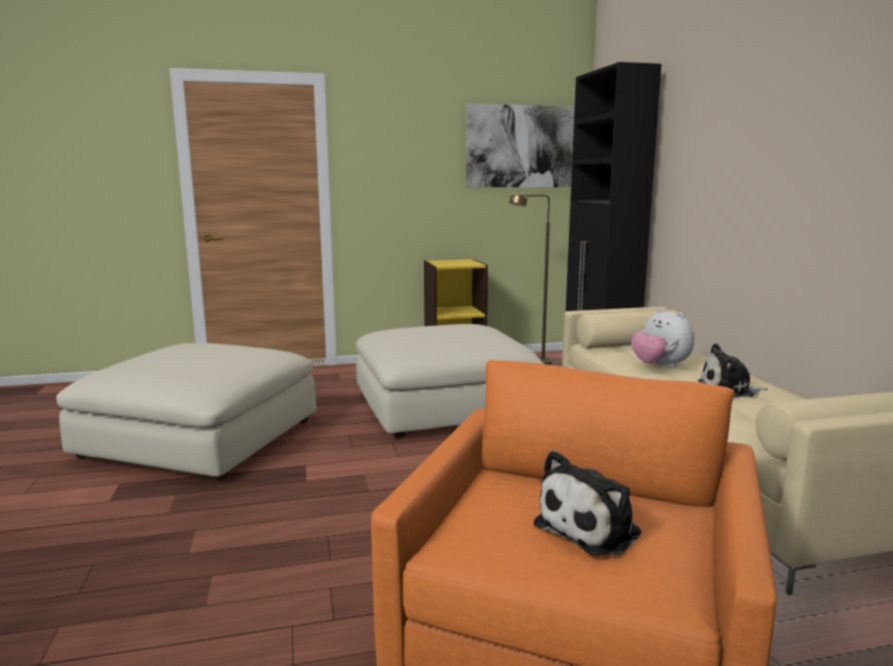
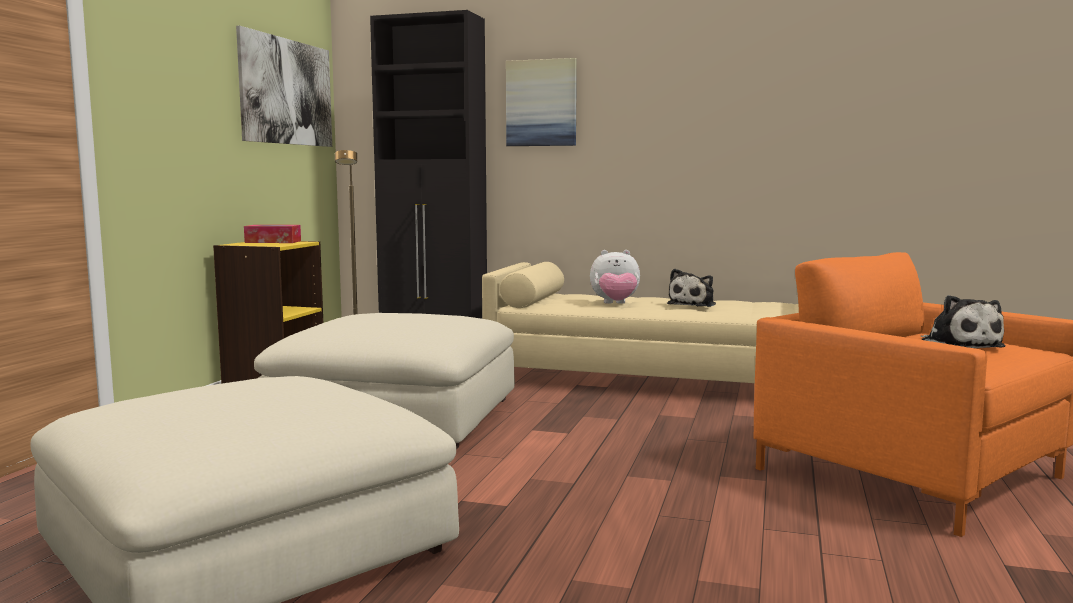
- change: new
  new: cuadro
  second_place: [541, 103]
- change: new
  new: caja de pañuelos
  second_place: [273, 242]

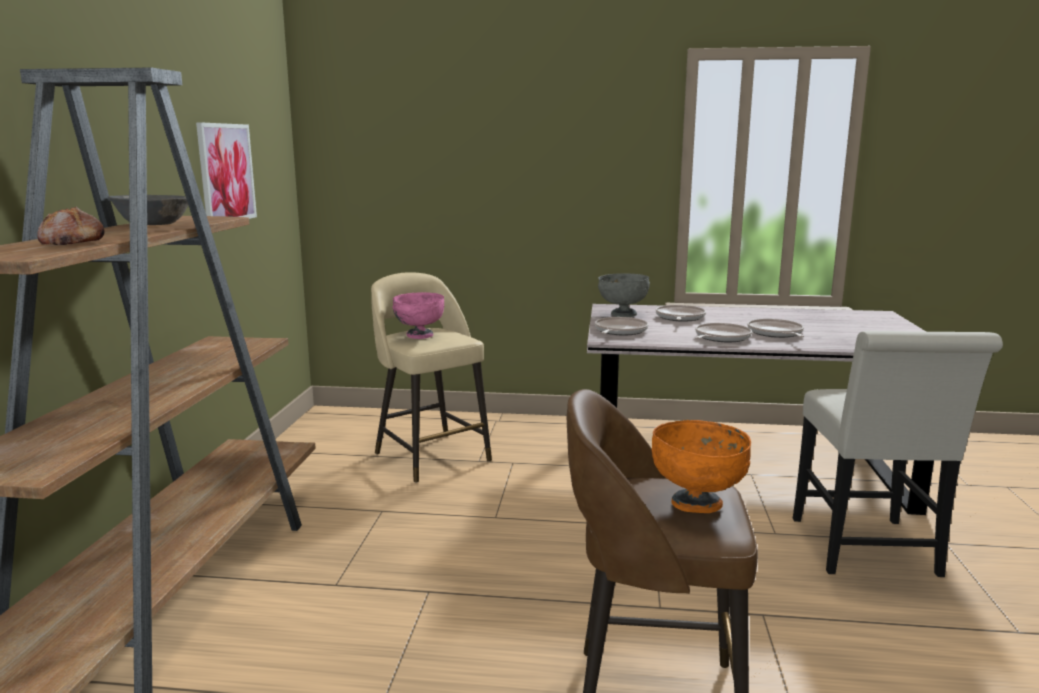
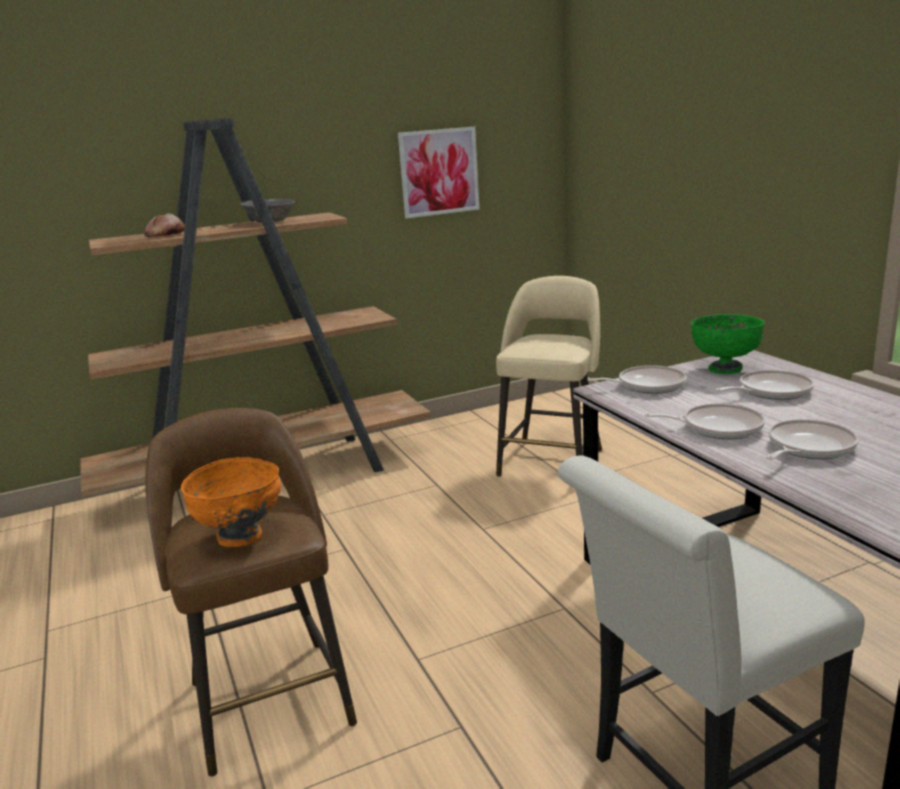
- change: repainted
  old: cuenco (gris)
  new: cuenco (verde)
  first_place: [622, 314]
  second_place: [725, 369]
- change: gone
  old: cuenco (rosa)
  first_place: [419, 335]

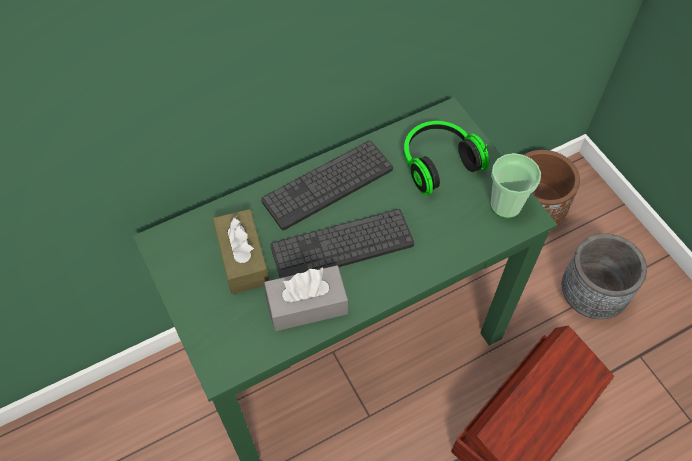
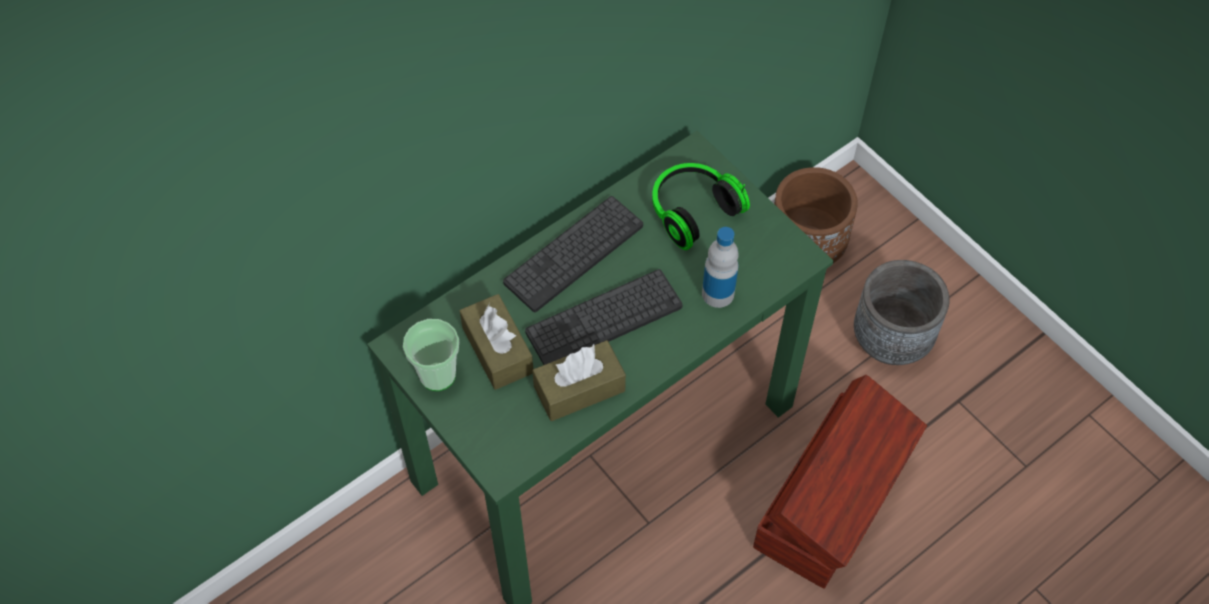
- change: shifted
  old: taza
  first_place: [505, 205]
  second_place: [437, 375]
- change: repainted
  old: caja de pañuelos (gris)
  new: caja de pañuelos (marrón)
  first_place: [307, 305]
  second_place: [579, 389]
- change: new
  new: botella
  second_place: [718, 293]

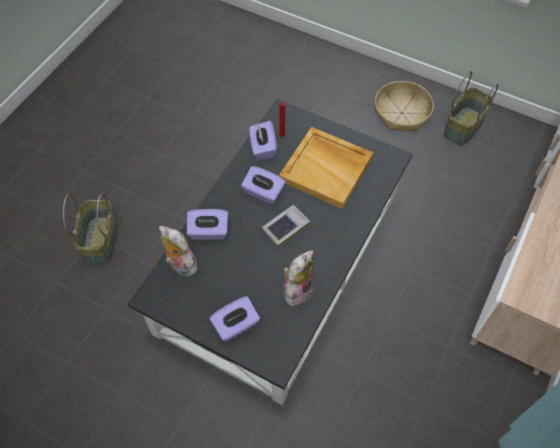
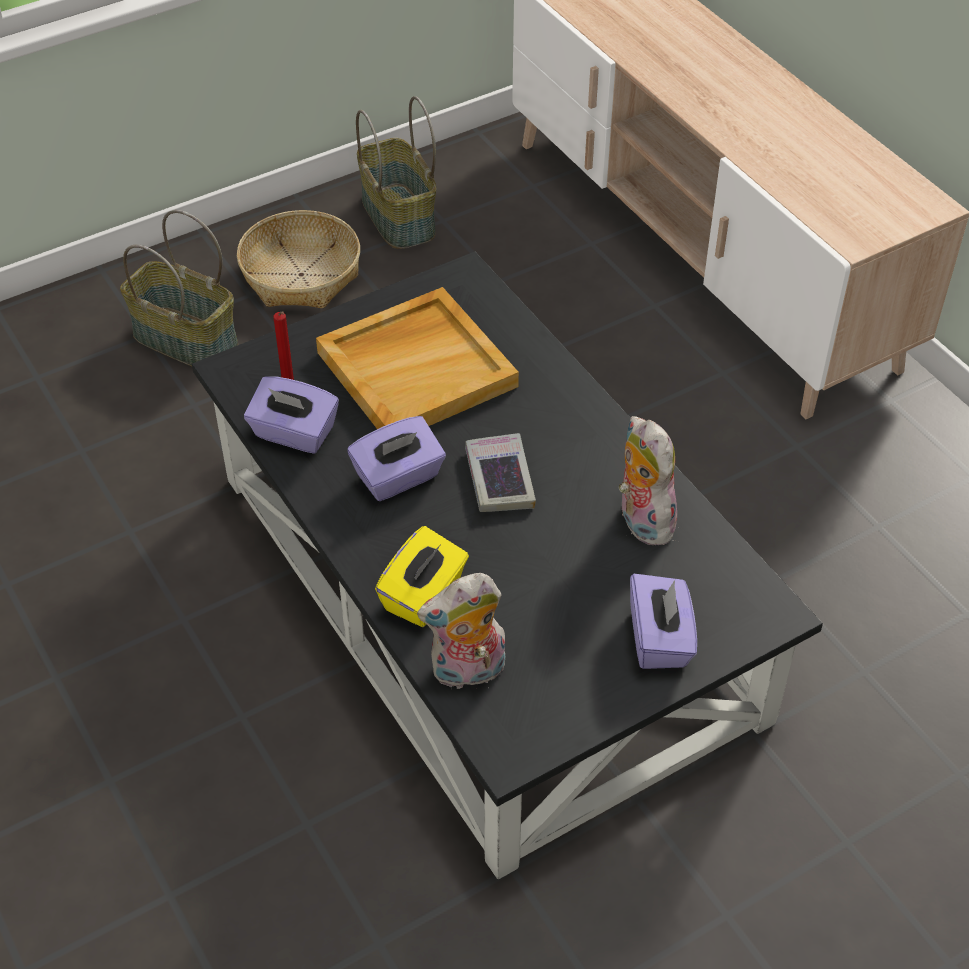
- change: shifted
  old: cesta
  first_place: [99, 240]
  second_place: [184, 340]
- change: repainted
  old: caja de pañuelos (morado)
  new: caja de pañuelos (amarillo)
  first_place: [208, 232]
  second_place: [424, 596]

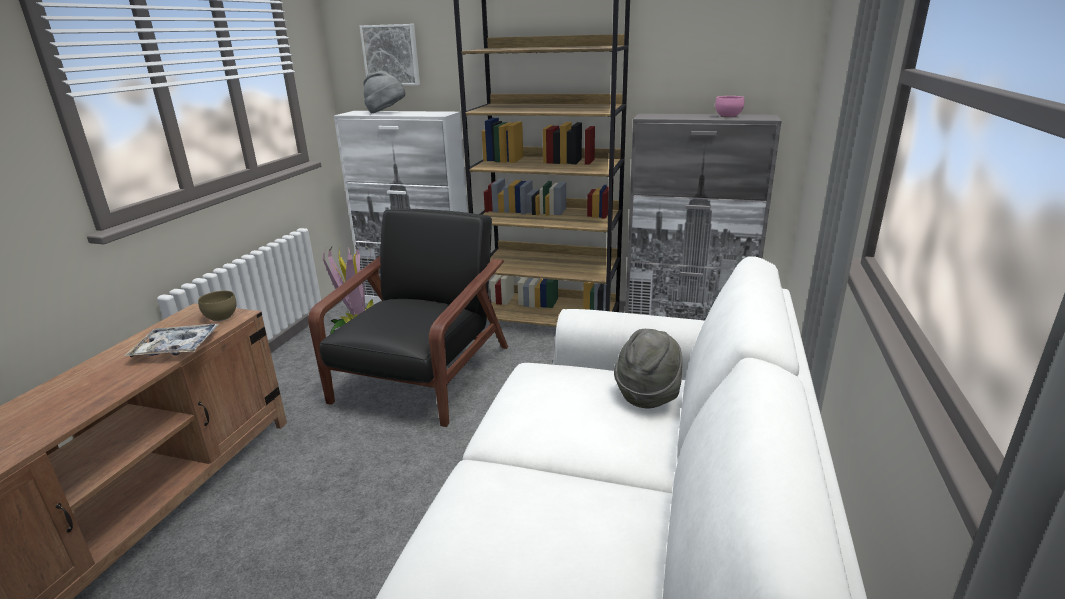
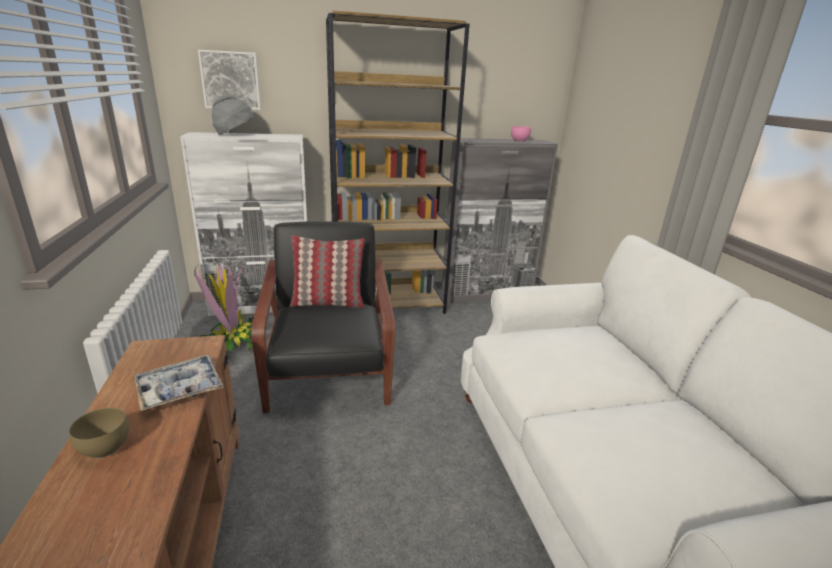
- change: shifted
  old: cuenco (marrón)
  first_place: [220, 318]
  second_place: [105, 449]
- change: gone
  old: sombrero (gris)
  first_place: [648, 393]
- change: new
  new: cojín
  second_place: [328, 303]

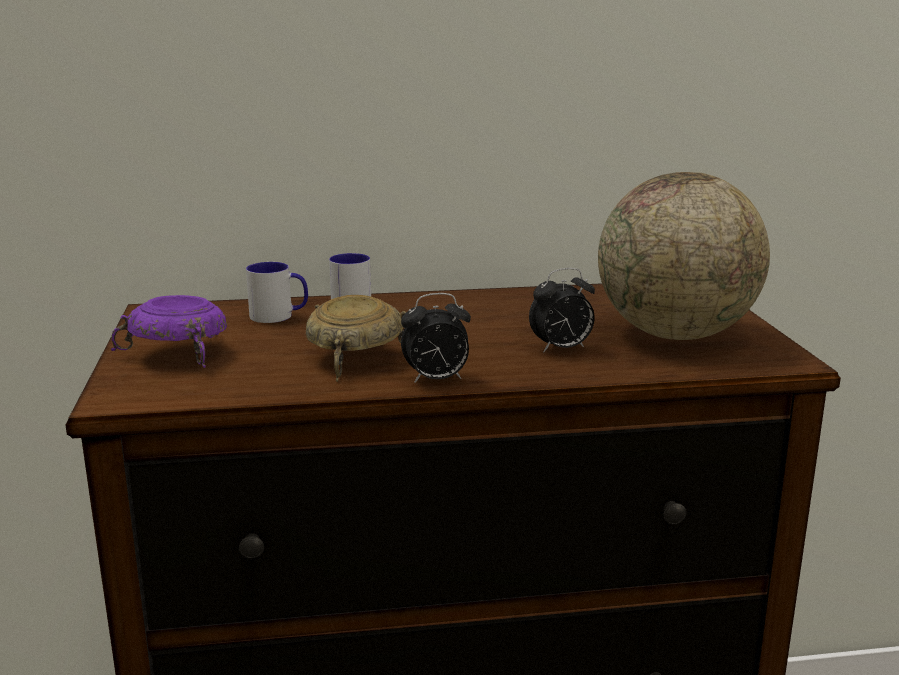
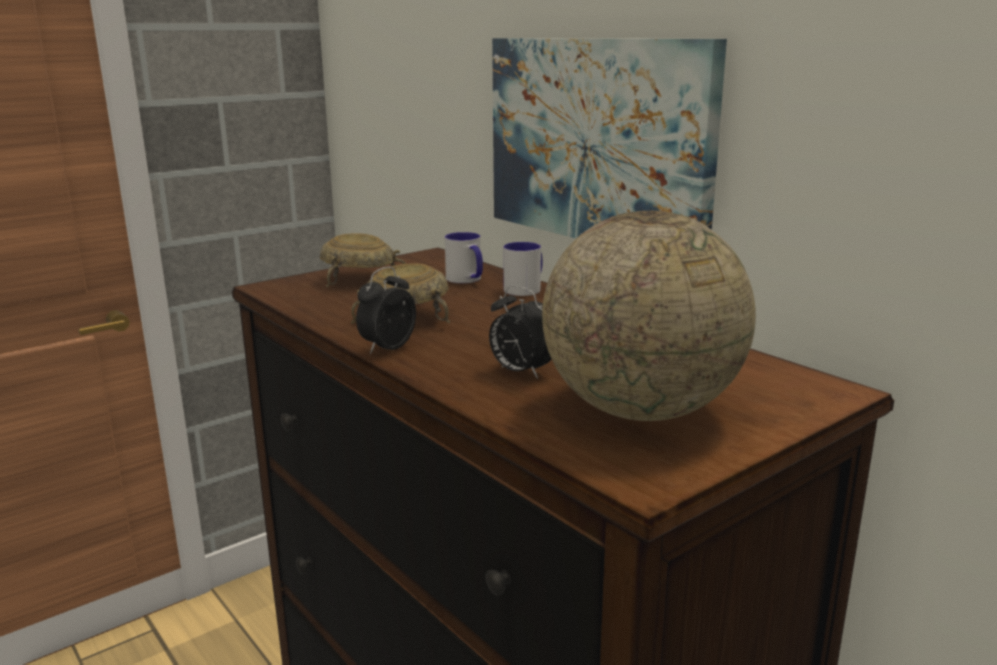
- change: rotated
  old: despertador
  first_place: [436, 380]
  second_place: [387, 348]
  degrees: 75
- change: repainted
  old: cuenco (morado)
  new: cuenco (beis)
  first_place: [180, 355]
  second_place: [356, 279]
- change: new
  new: cuadro
  second_place: [597, 142]

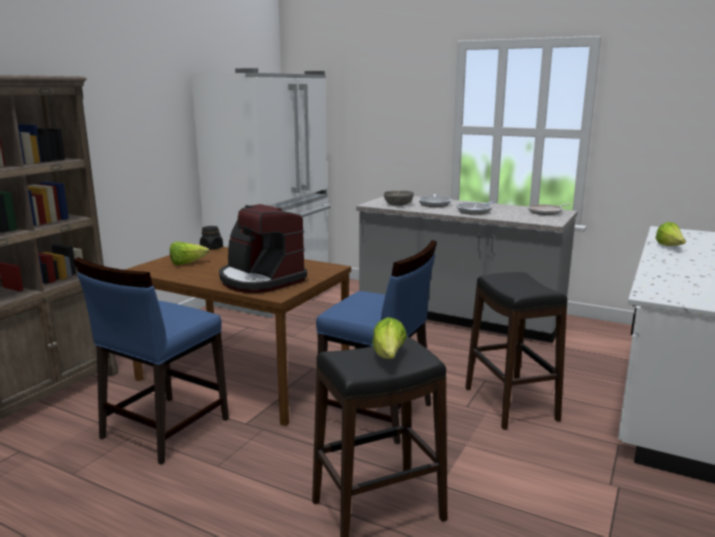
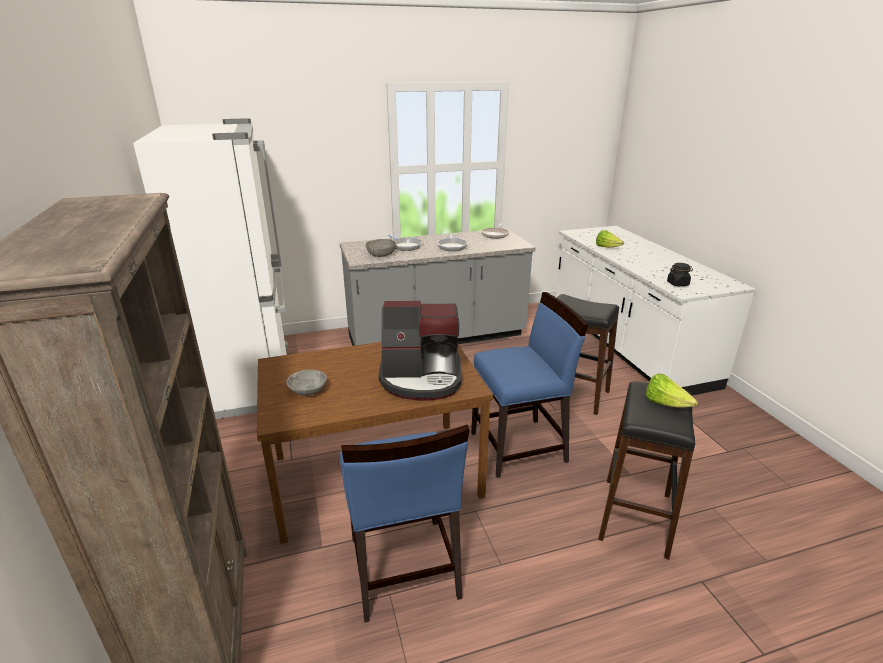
- change: shifted
  old: tarro (negro)
  first_place: [212, 248]
  second_place: [678, 284]
- change: swapped
  old: lechuga
  new: cuenco (gris)
  first_place: [187, 263]
  second_place: [307, 391]

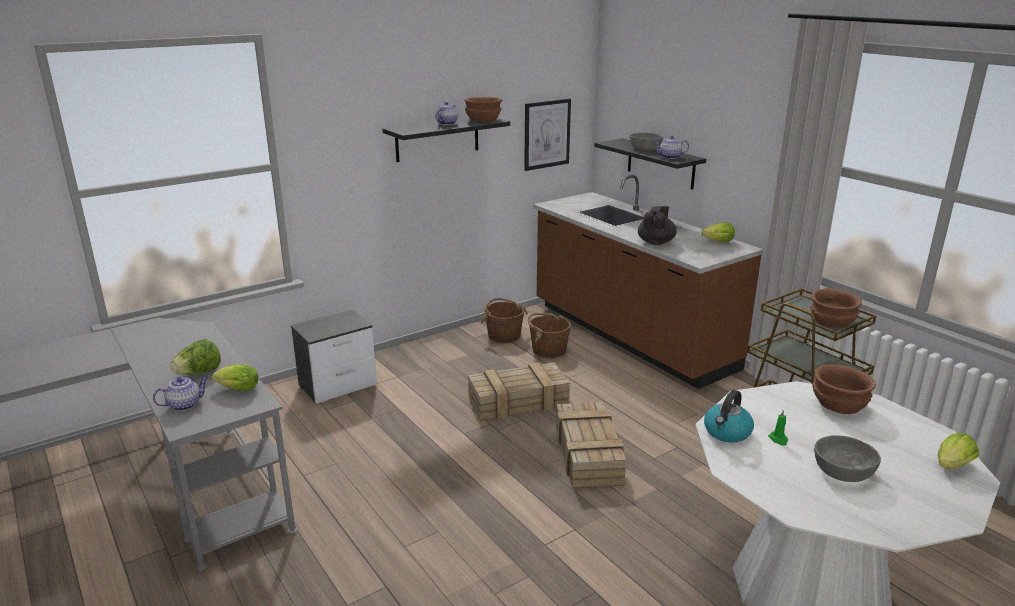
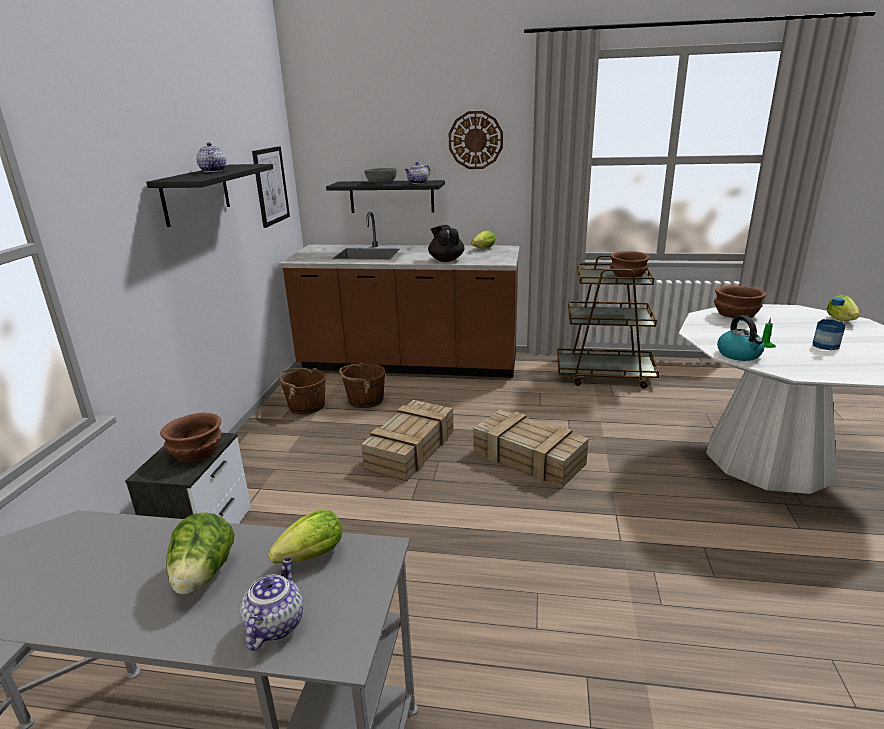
- change: shifted
  old: cuenco (marrón)
  first_place: [482, 120]
  second_place: [196, 453]
- change: swapped
  old: cuenco (gris)
  new: botella
  first_place: [842, 471]
  second_place: [825, 345]
- change: new
  new: reloj de pared
  second_place: [475, 140]

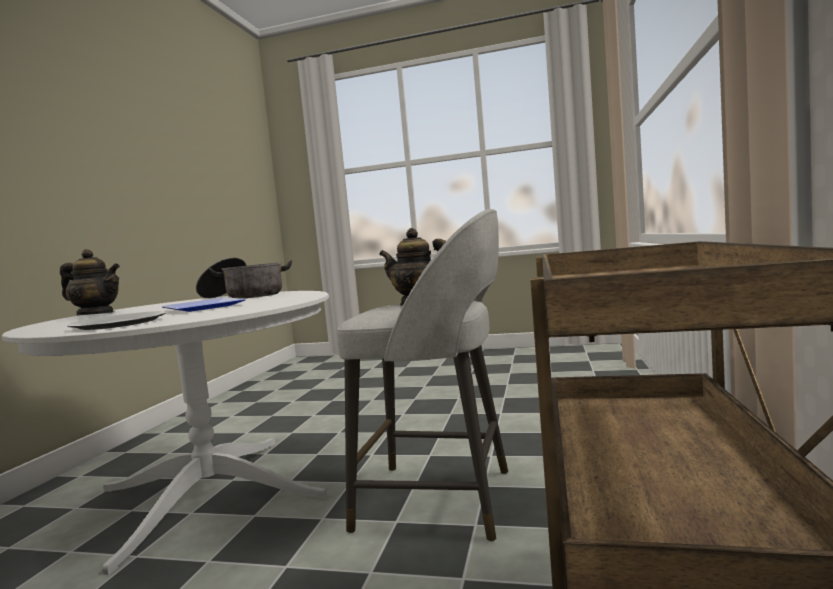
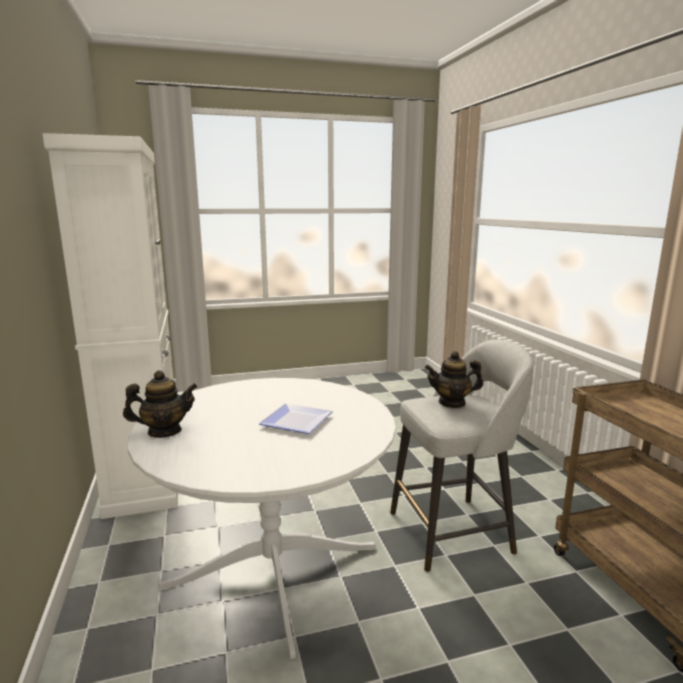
- change: gone
  old: olla
  first_place: [244, 296]
- change: gone
  old: plato
  first_place: [118, 324]
- change: new
  new: armario (blanco)
  second_place: [146, 476]

